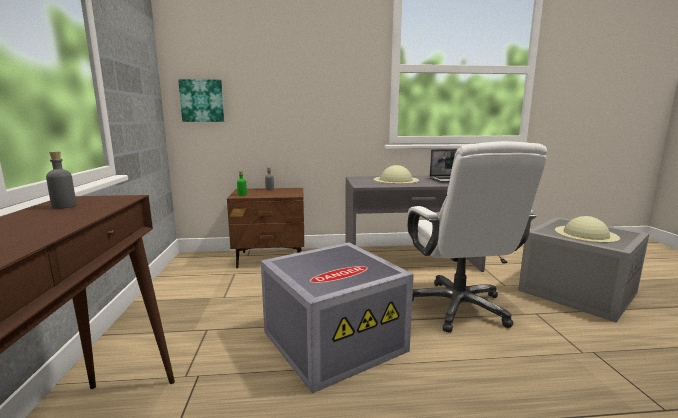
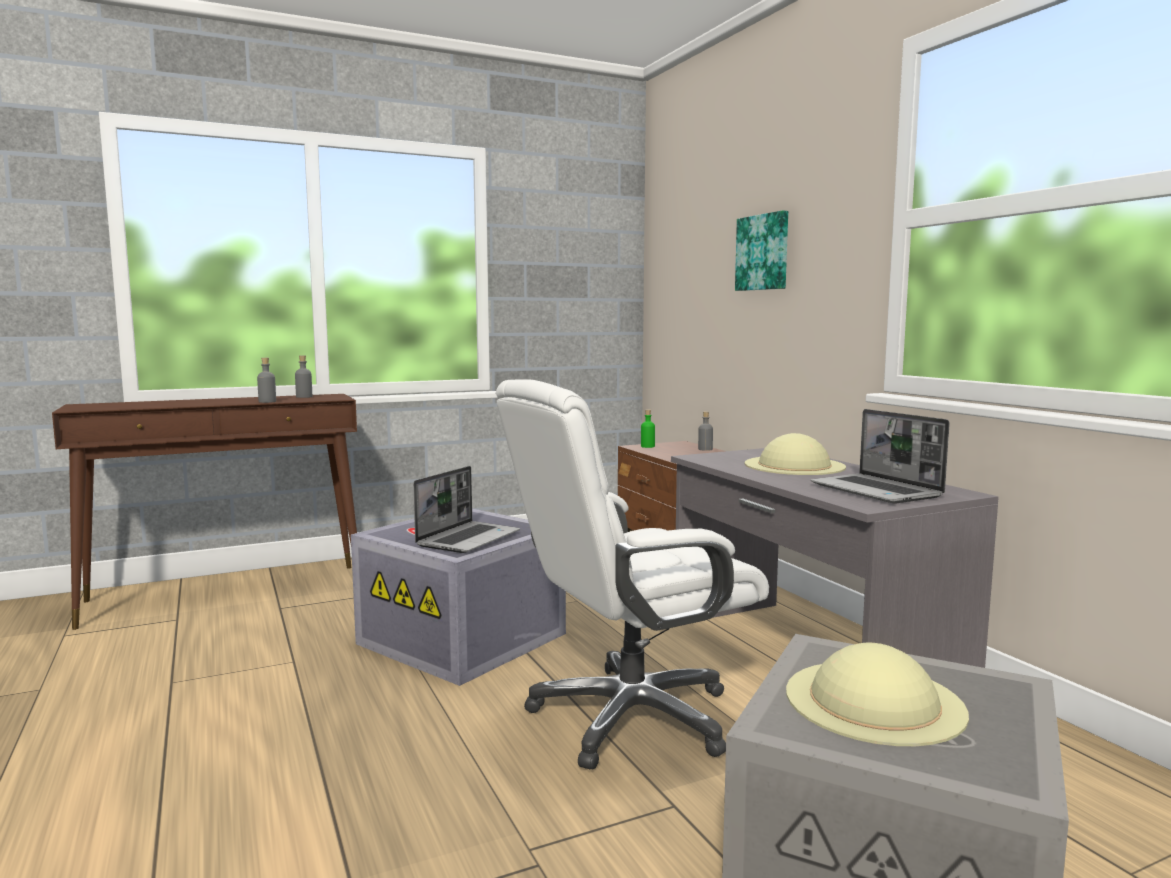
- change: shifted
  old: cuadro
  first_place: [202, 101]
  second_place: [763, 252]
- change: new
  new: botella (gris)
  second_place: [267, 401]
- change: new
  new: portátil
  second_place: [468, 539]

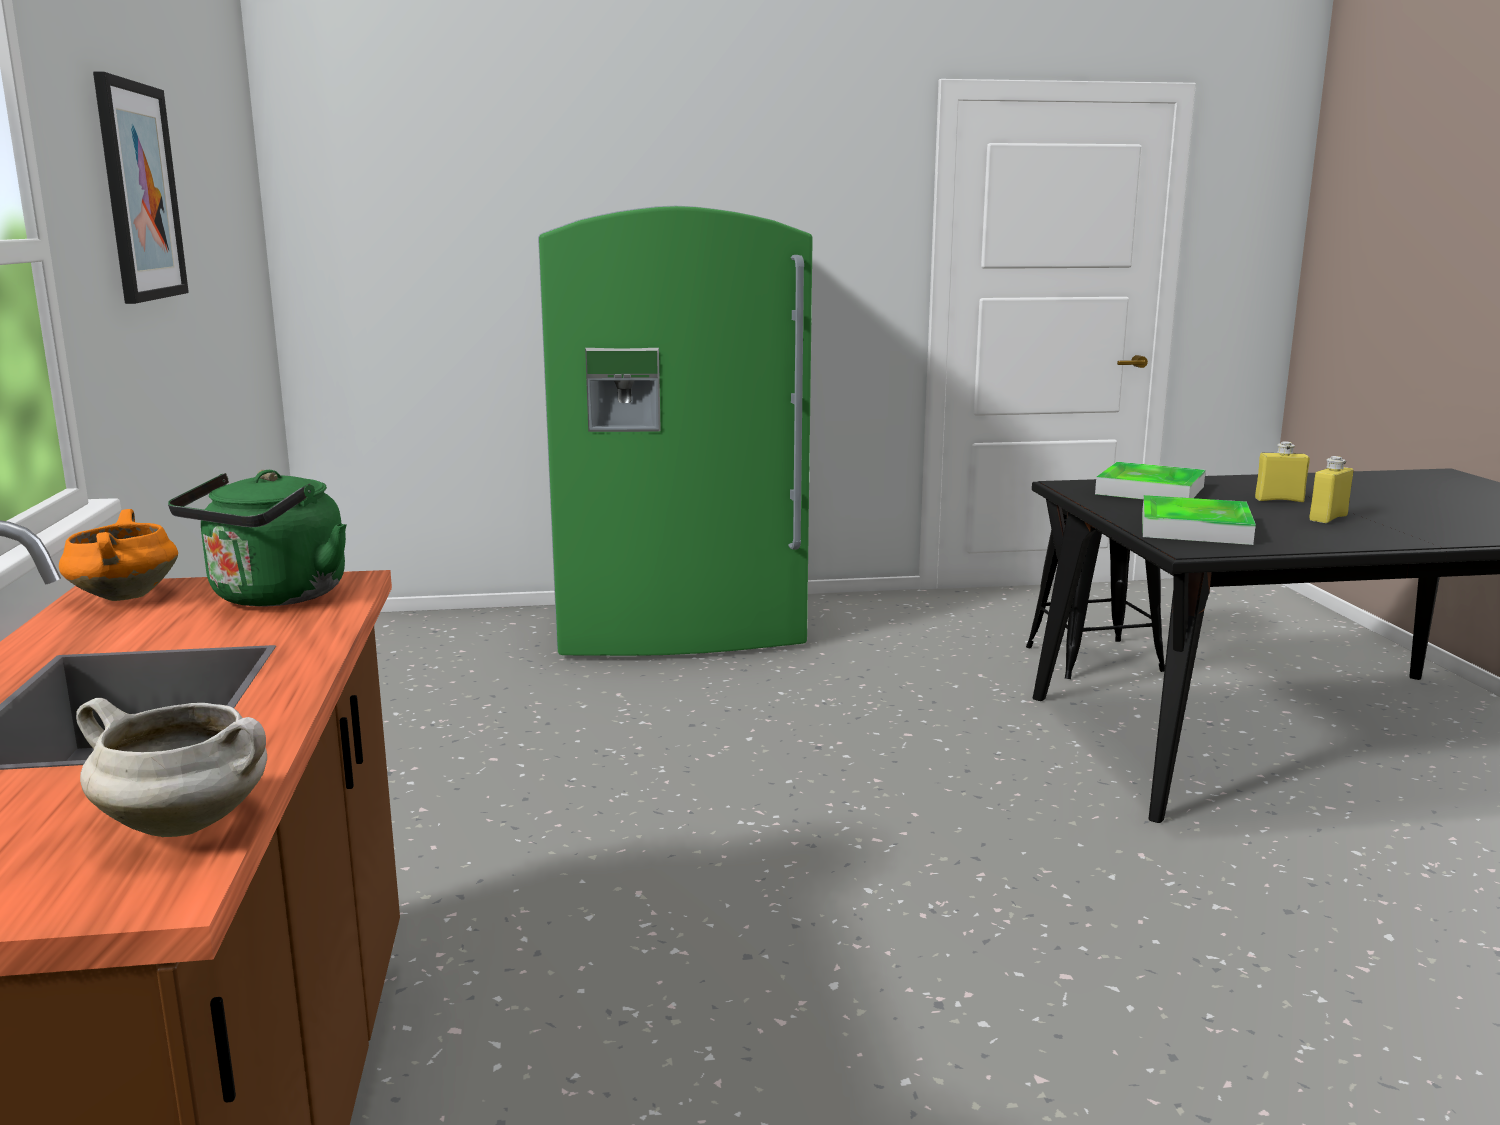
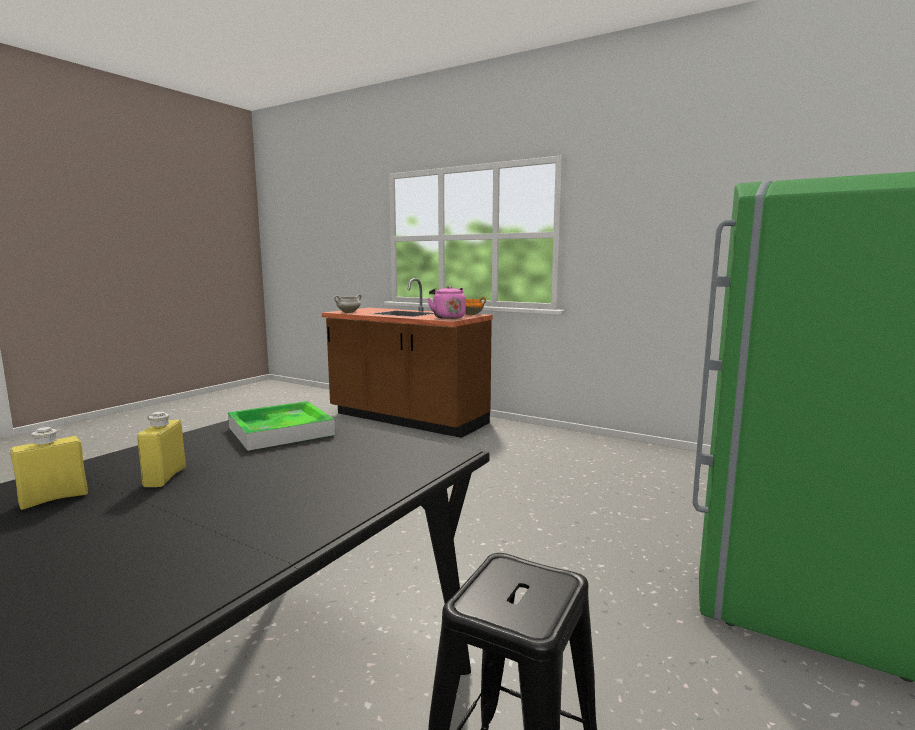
- change: gone
  old: cuadro
  first_place: [139, 192]
- change: shifted
  old: botella (amarillo)
  first_place: [1279, 500]
  second_place: [54, 499]
- change: gone
  old: bandeja
  first_place: [1150, 490]
- change: repainted
  old: hervidor (verde)
  new: hervidor (rosa)
  first_place: [273, 597]
  second_place: [447, 317]

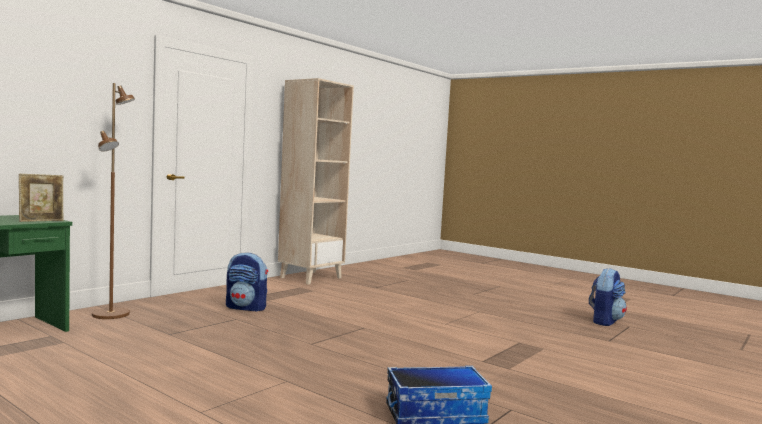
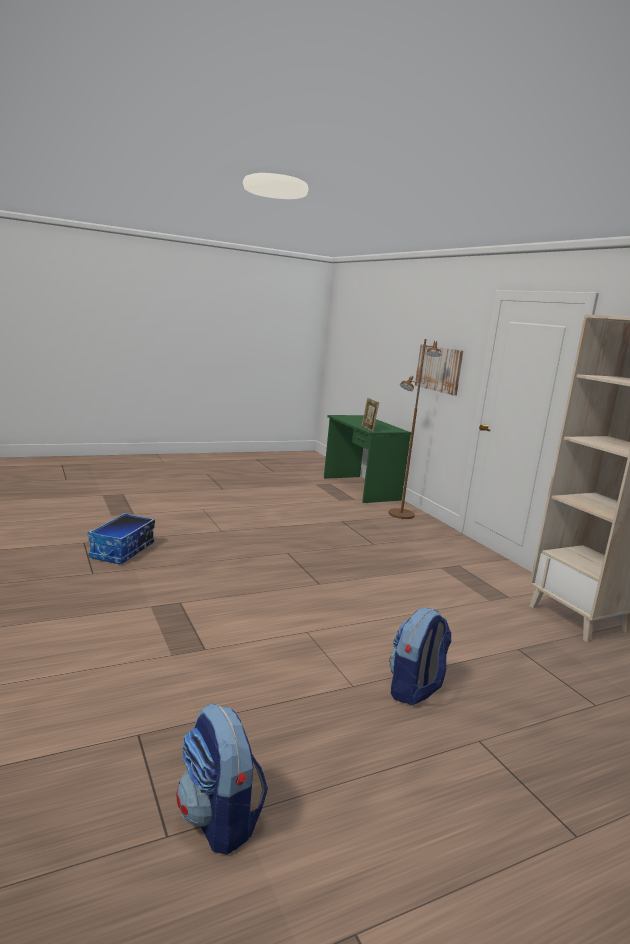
- change: shifted
  old: mochila
  first_place: [246, 308]
  second_place: [415, 690]
- change: new
  new: cuadro
  second_place: [439, 369]

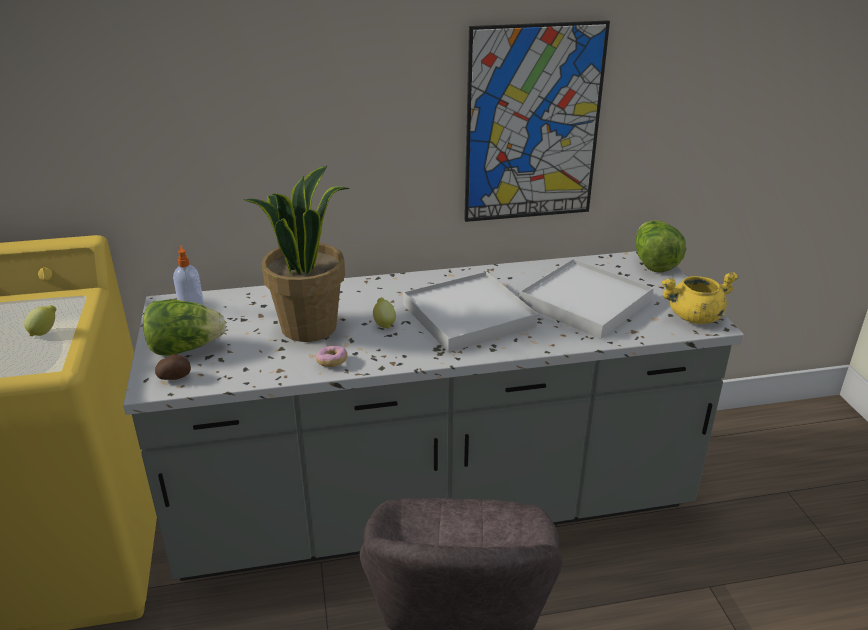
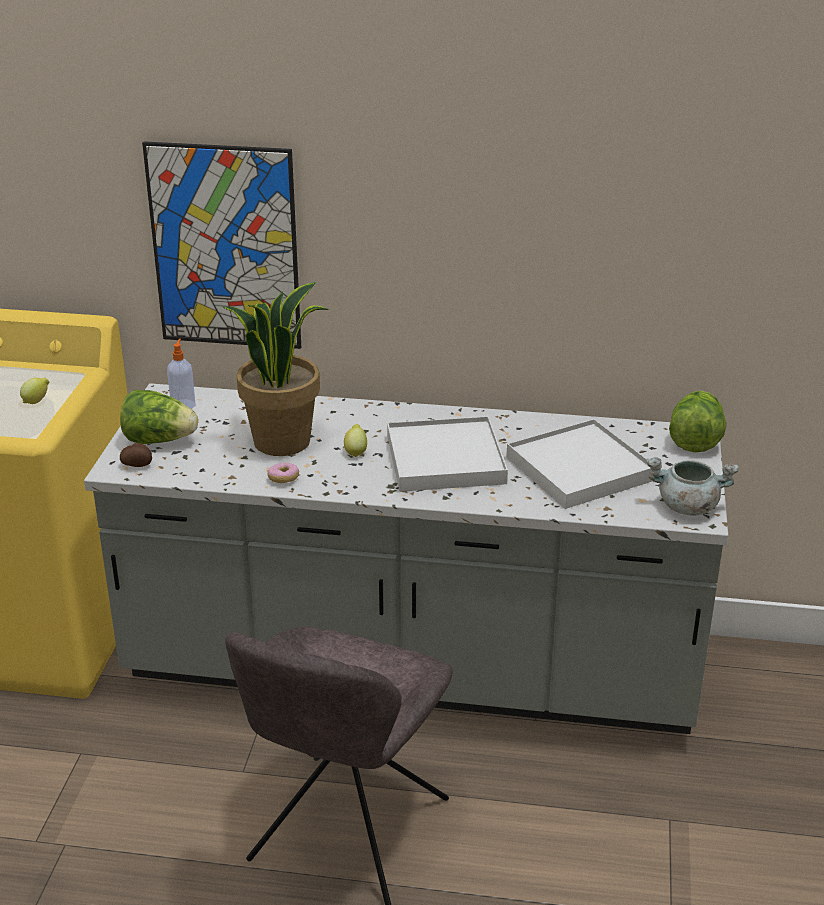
- change: shifted
  old: cuadro
  first_place: [532, 125]
  second_place: [225, 247]
- change: repainted
  old: olla (amarillo)
  new: olla (gris)
  first_place: [694, 317]
  second_place: [687, 507]

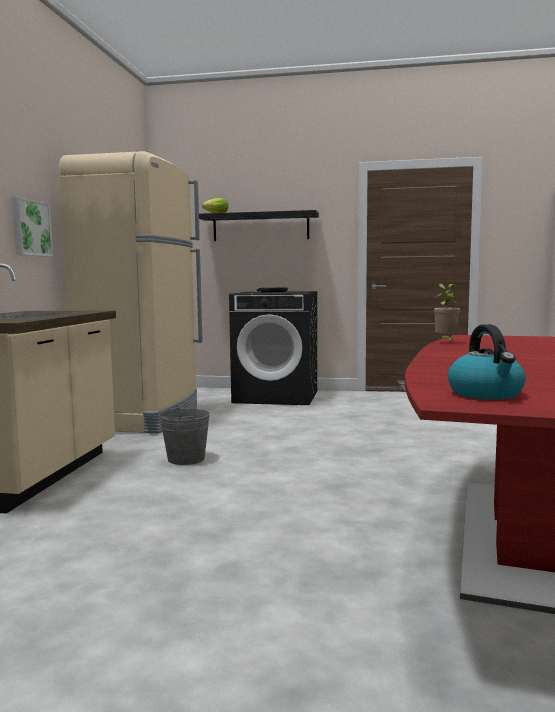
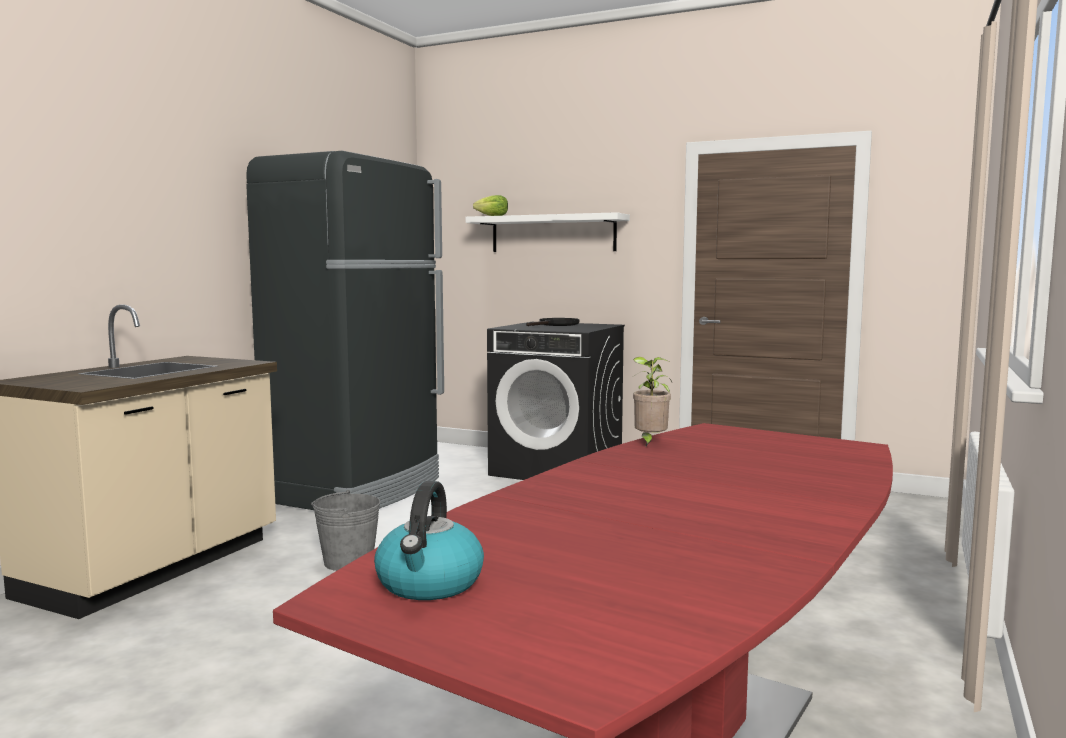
- change: repainted
  old: nevera (beis)
  new: nevera (negro)
  first_place: [142, 418]
  second_place: [357, 490]
- change: gone
  old: cuadro
  first_place: [30, 228]
- change: repainted
  old: estante (negro)
  new: estante (blanco)
  first_place: [260, 227]
  second_place: [553, 234]

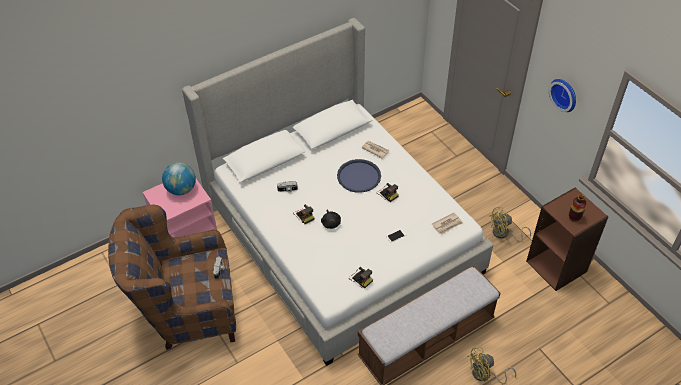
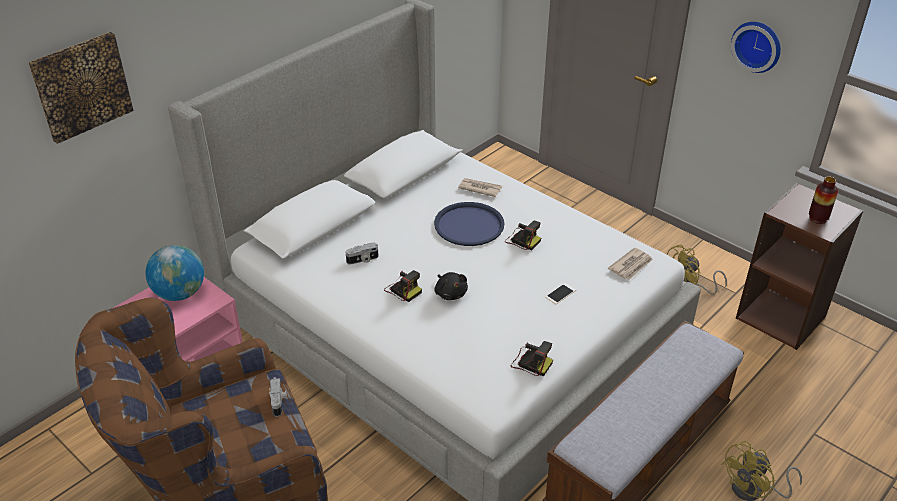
- change: new
  new: cuadro
  second_place: [81, 86]

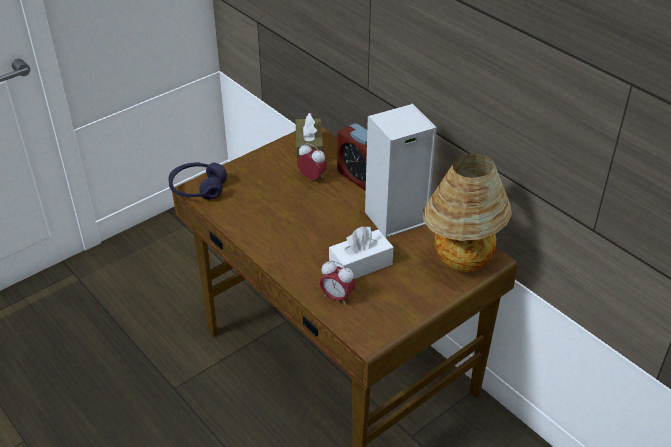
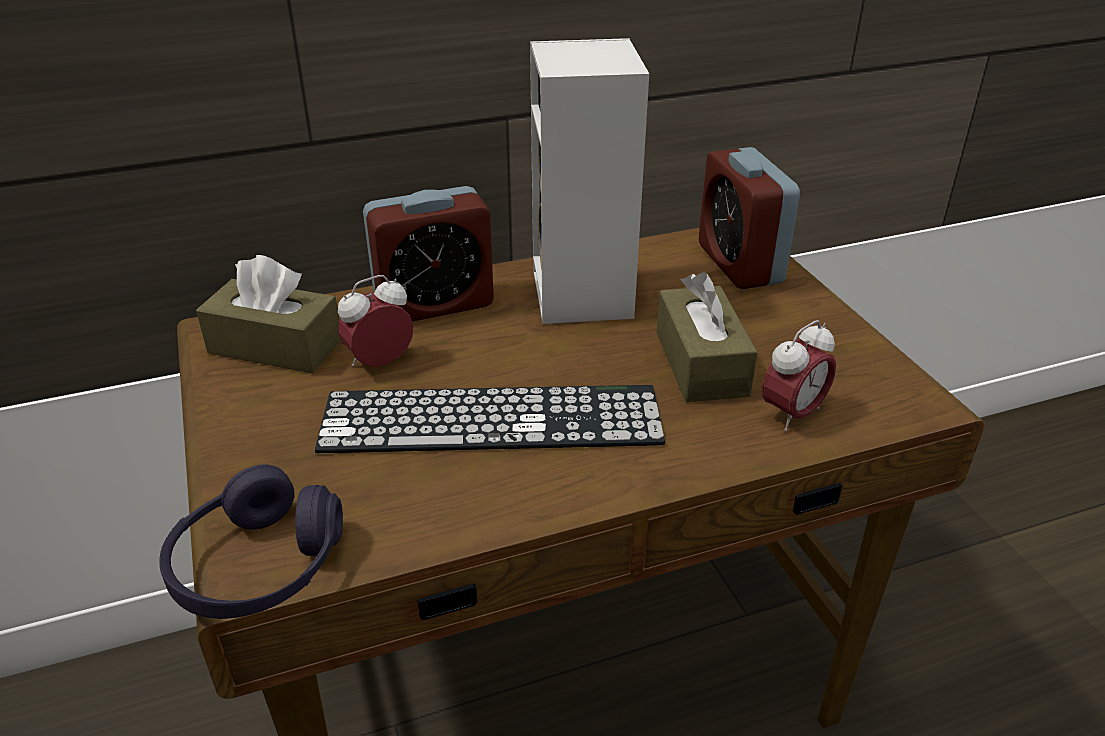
- change: swapped
  old: lámpara de mesa
  new: despertador
  first_place: [460, 264]
  second_place: [739, 264]
- change: repainted
  old: caja de pañuelos (blanco)
  new: caja de pañuelos (marrón)
  first_place: [360, 265]
  second_place: [701, 363]
- change: new
  new: teclado
  second_place: [491, 419]

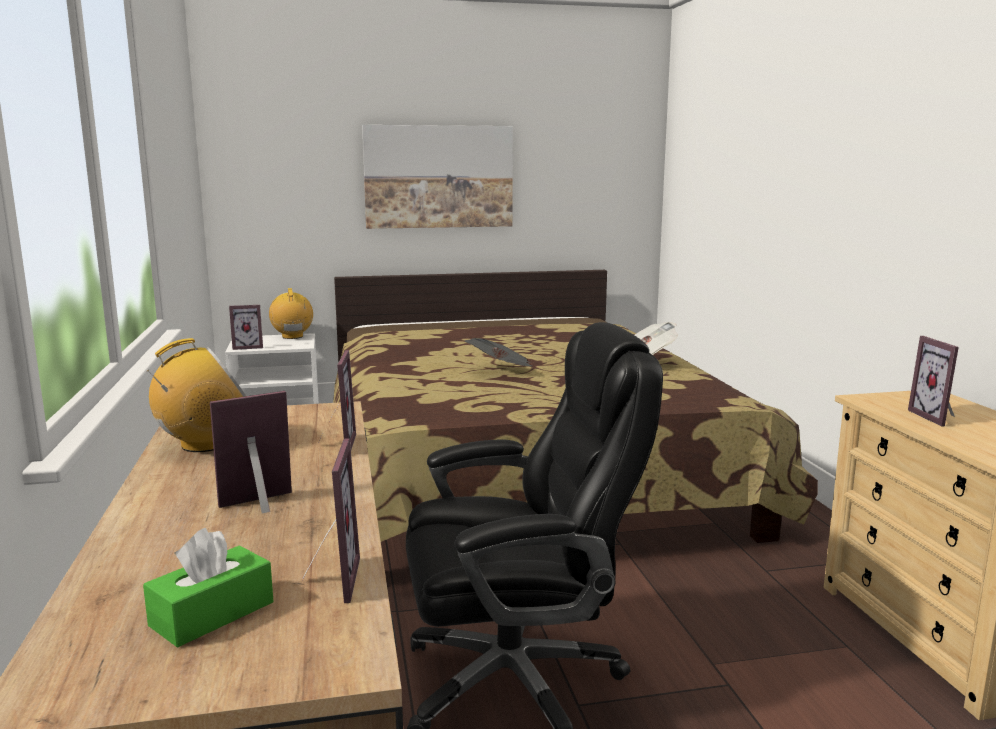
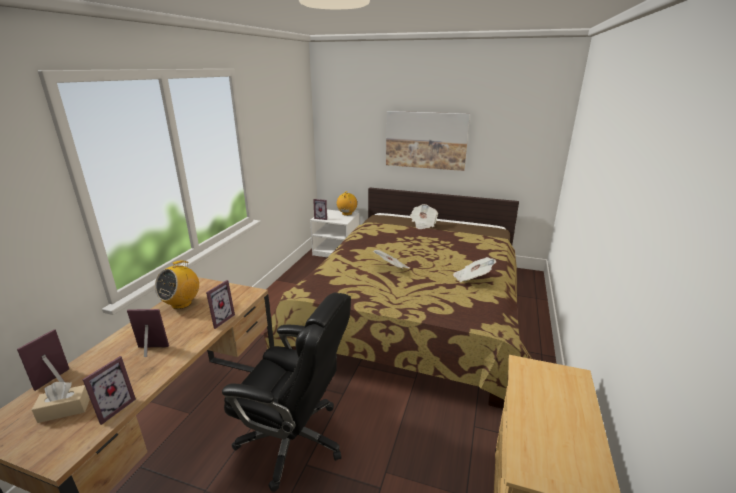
- change: shifted
  old: portarretratos
  first_place: [938, 417]
  second_place: [58, 381]
- change: rotated
  old: radio
  first_place: [204, 444]
  second_place: [181, 303]
  degrees: 120
- change: repainted
  old: caja de pañuelos (verde)
  new: caja de pañuelos (beis)
  first_place: [212, 614]
  second_place: [64, 410]
- change: new
  new: periódico
  second_place: [423, 224]

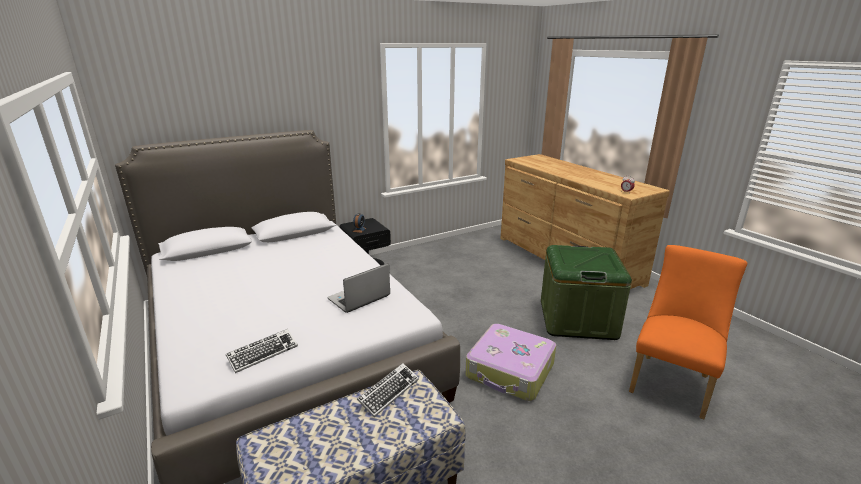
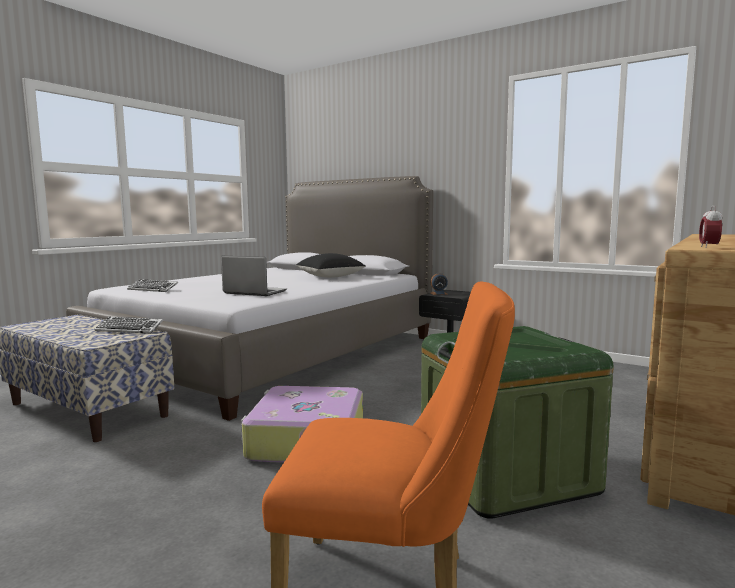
- change: new
  new: cojín (negro)
  second_place: [330, 277]

